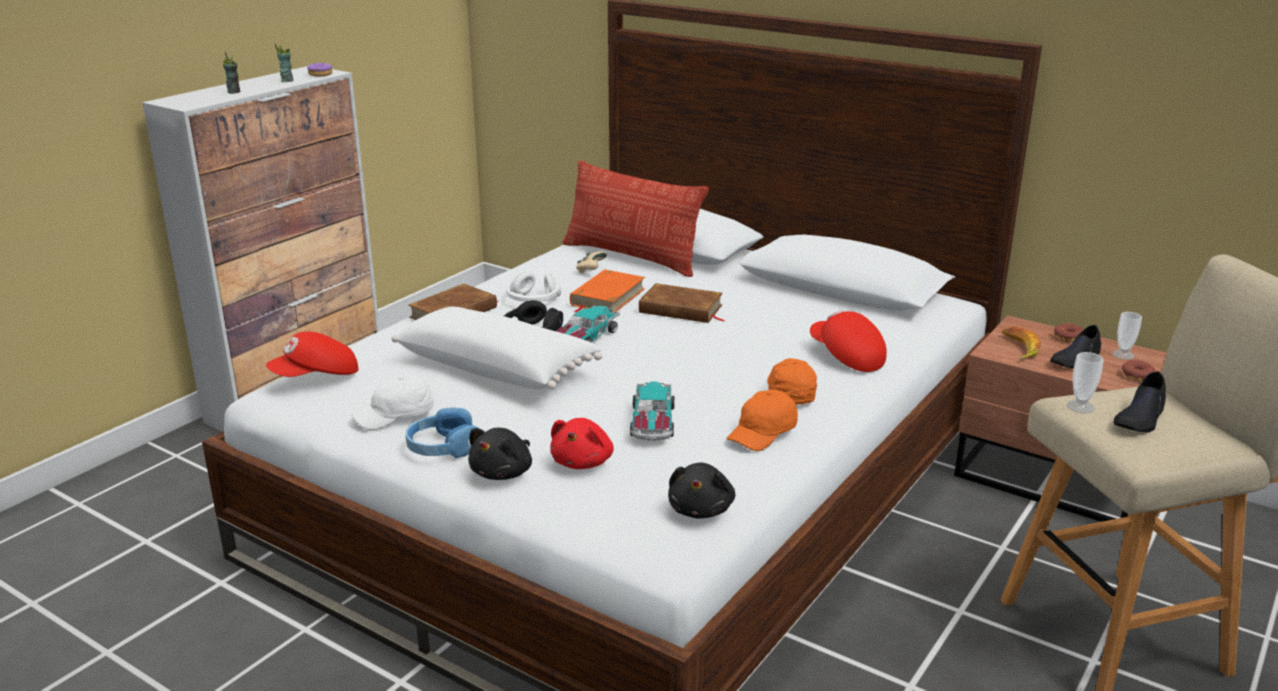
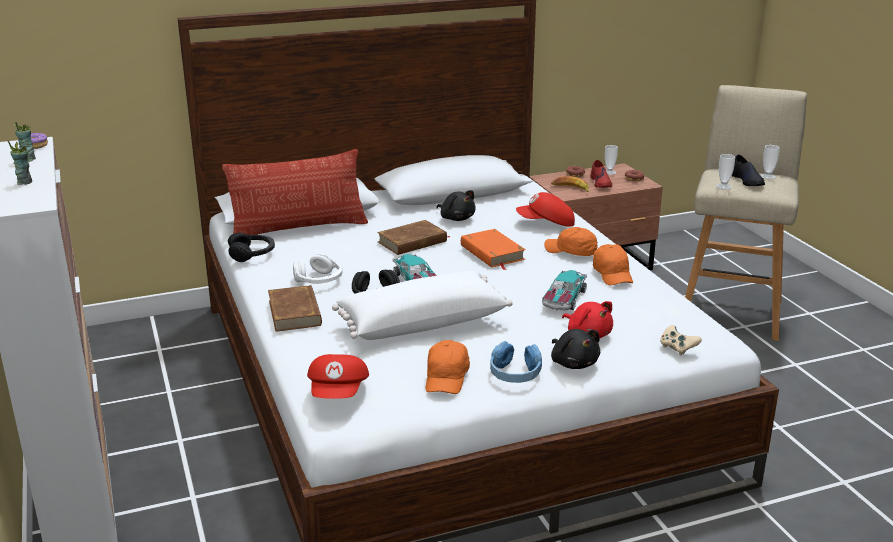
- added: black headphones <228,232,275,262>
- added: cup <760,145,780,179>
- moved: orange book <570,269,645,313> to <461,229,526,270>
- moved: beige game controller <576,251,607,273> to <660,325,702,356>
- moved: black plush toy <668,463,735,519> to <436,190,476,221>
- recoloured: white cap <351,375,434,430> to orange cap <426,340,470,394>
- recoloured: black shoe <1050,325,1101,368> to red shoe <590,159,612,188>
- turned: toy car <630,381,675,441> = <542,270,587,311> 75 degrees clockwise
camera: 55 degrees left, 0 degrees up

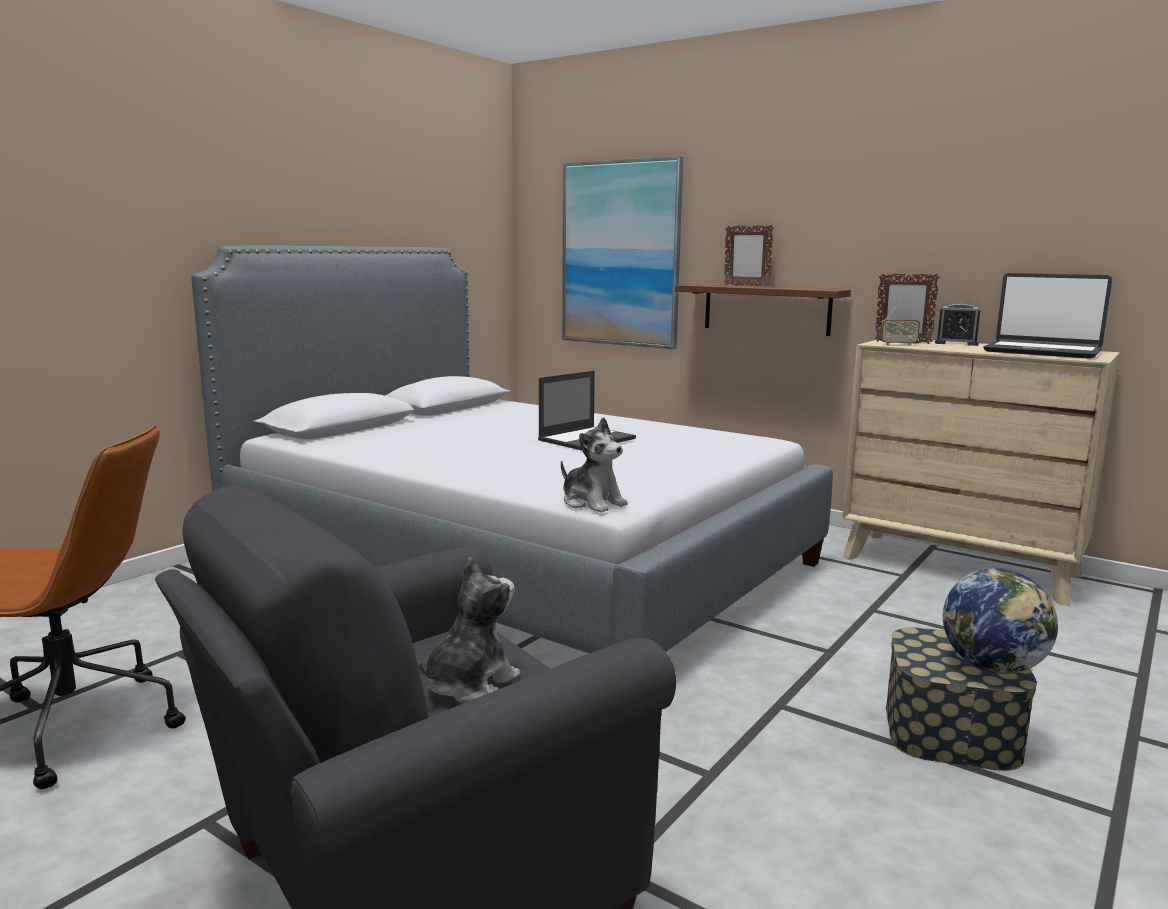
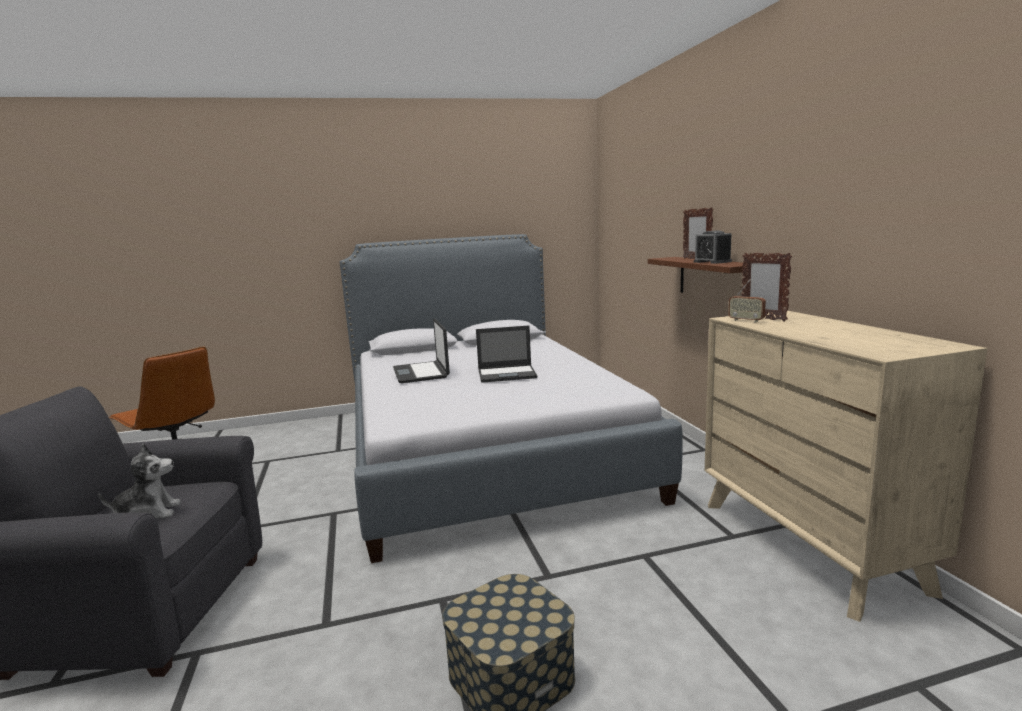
- removed: plush toy <561,417,628,513>
- removed: picture <562,156,683,349>
- removed: globe <943,568,1058,674>
- moved: alarm clock <935,303,980,346> to <694,230,732,264>
- moved: laptop <983,273,1112,359> to <393,319,450,383>
camera: 40 degrees right, 0 degrees up

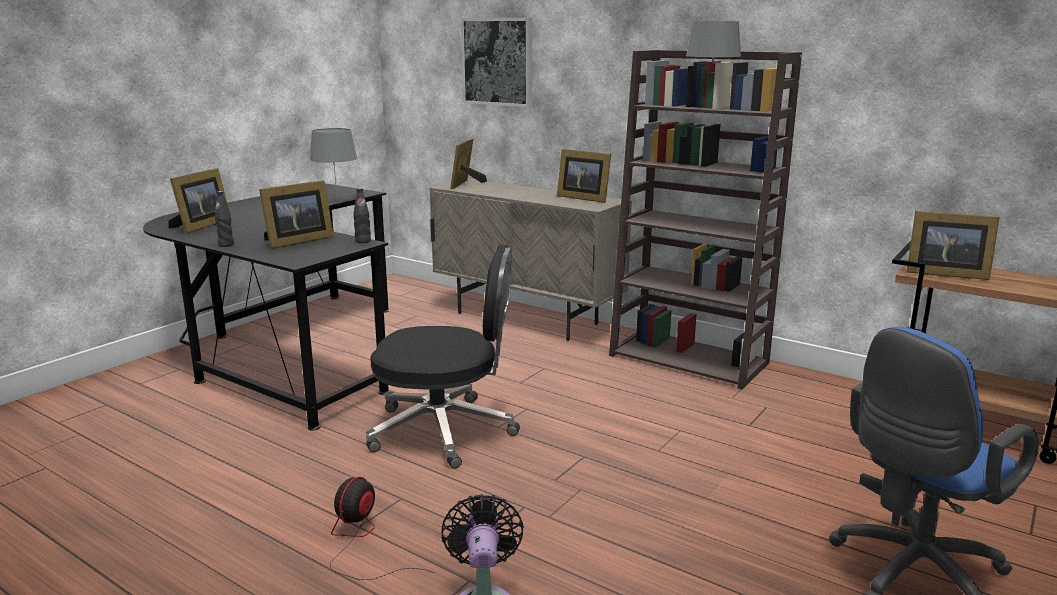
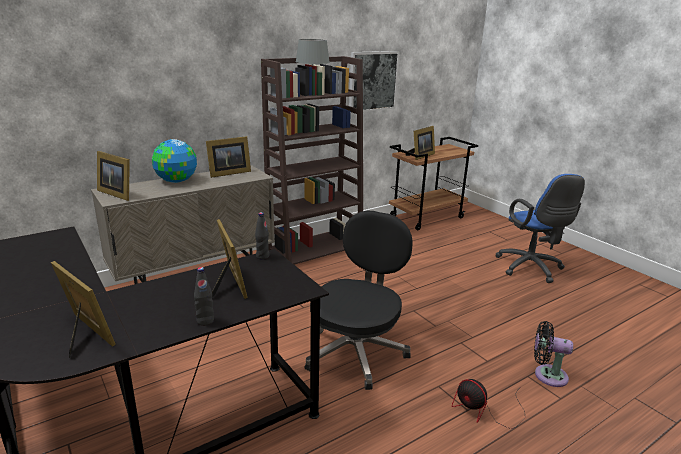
- removed: grey table lamp <310,128,357,198>
- added: globe <152,139,197,183>
- moved: picture <461,17,532,107> to <349,51,400,113>
camera: 70 degrees left, 5 degrees up

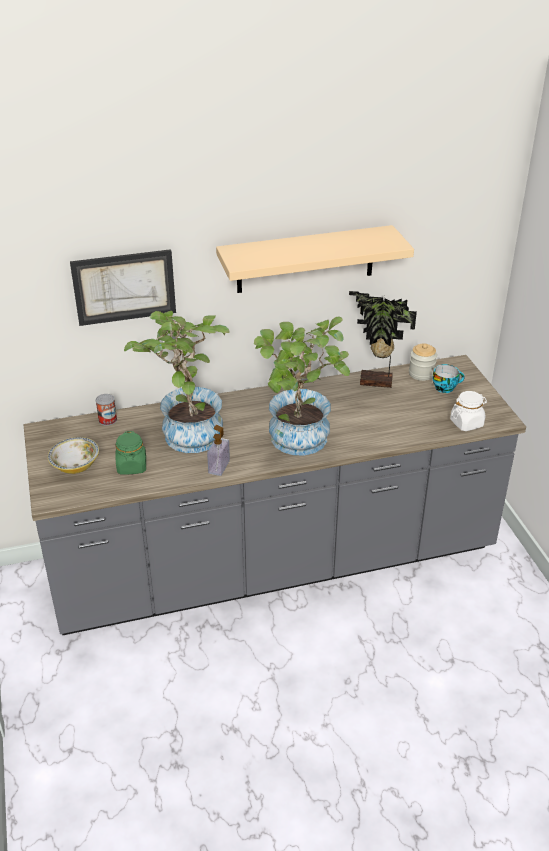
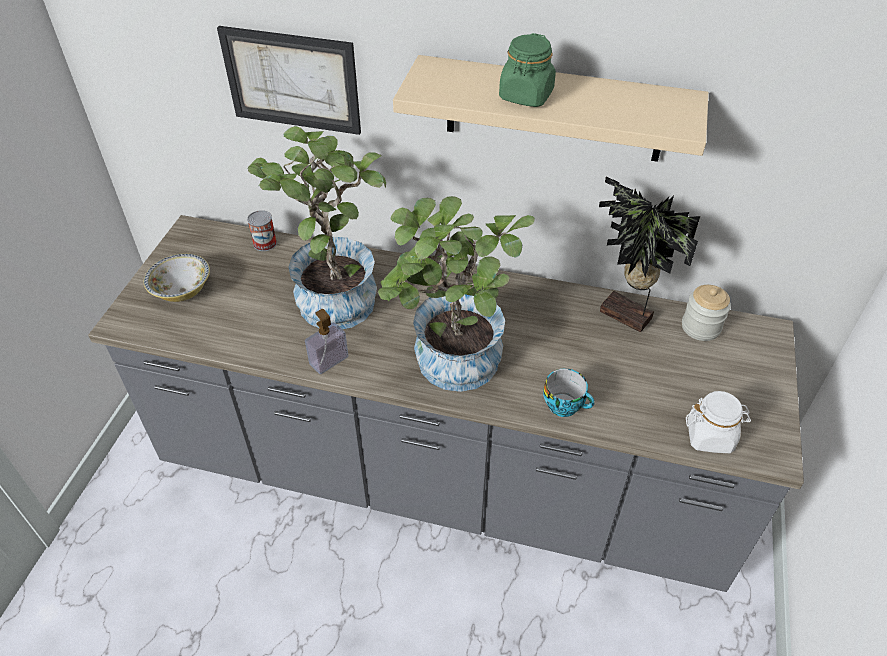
- moved: green jar <115,431,146,474> to <499,33,556,107>
- moved: cup <433,364,465,393> to <543,369,595,417>
camera: 30 degrees right, 10 degrees up

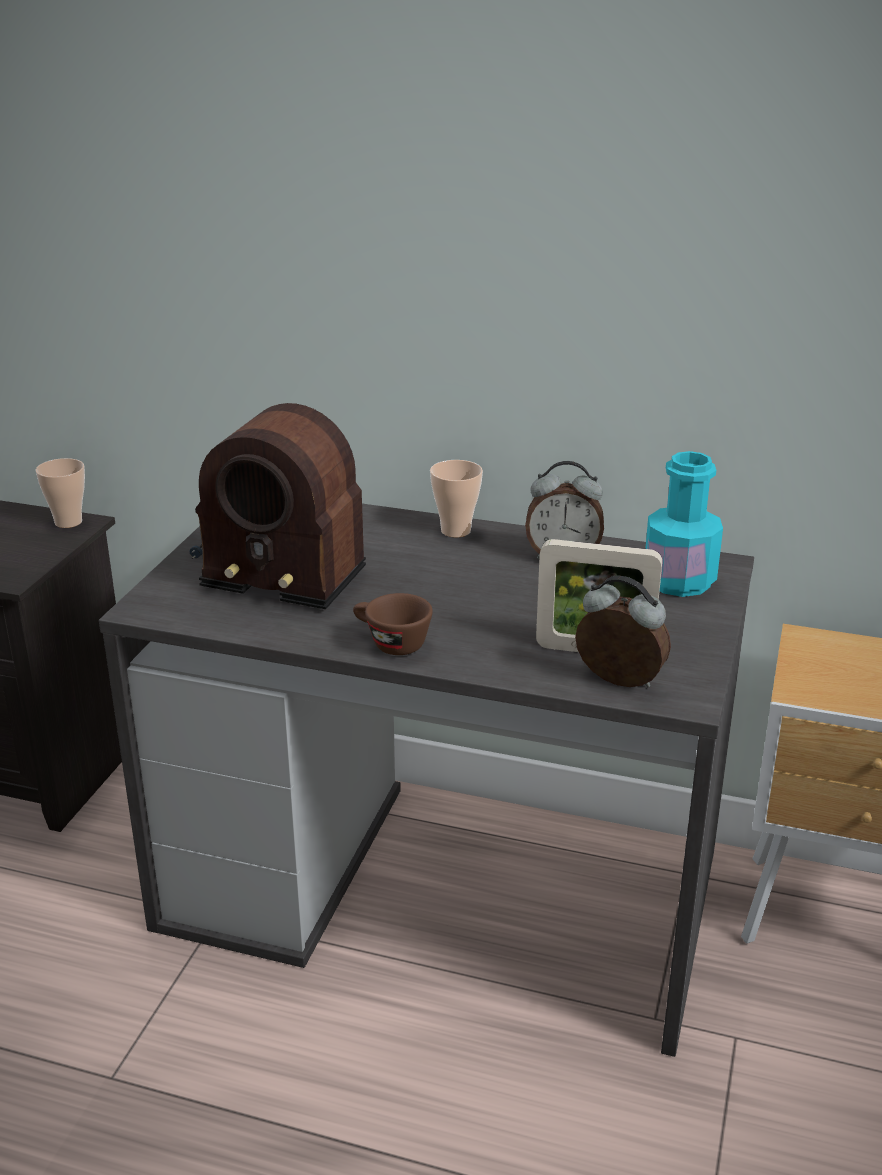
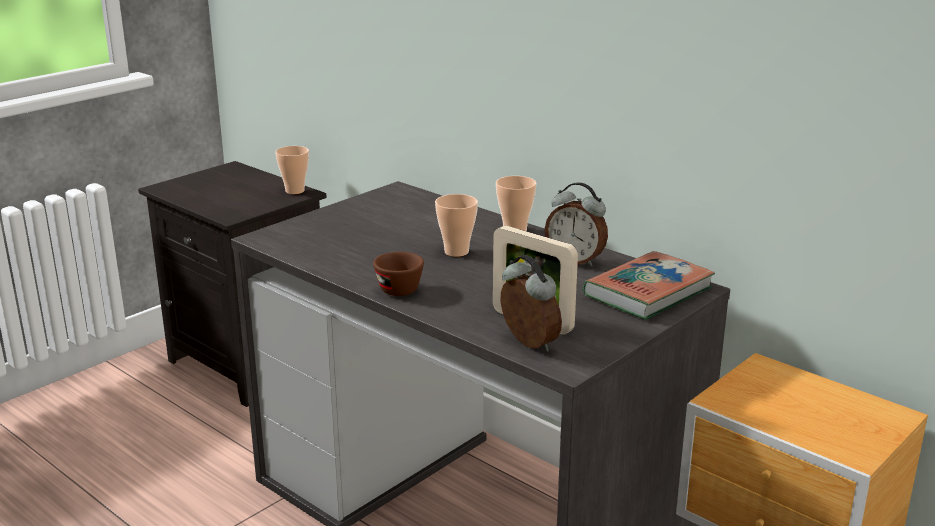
- removed: radio <190,403,366,609>
- added: cup <435,194,478,257>
- replaced: turquoise bottle <645,451,723,597> to book <583,251,715,320>
camera: 25 degrees right, 5 degrees down

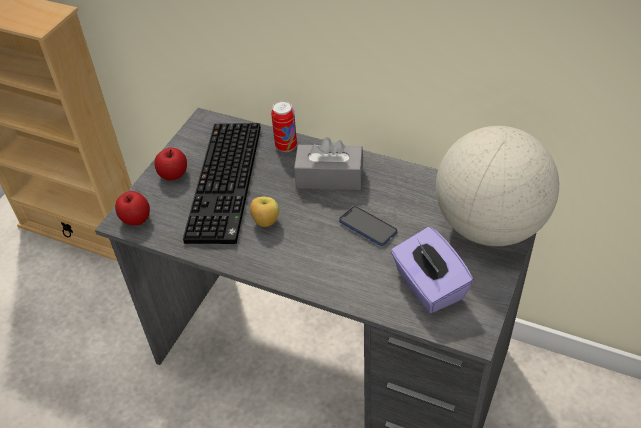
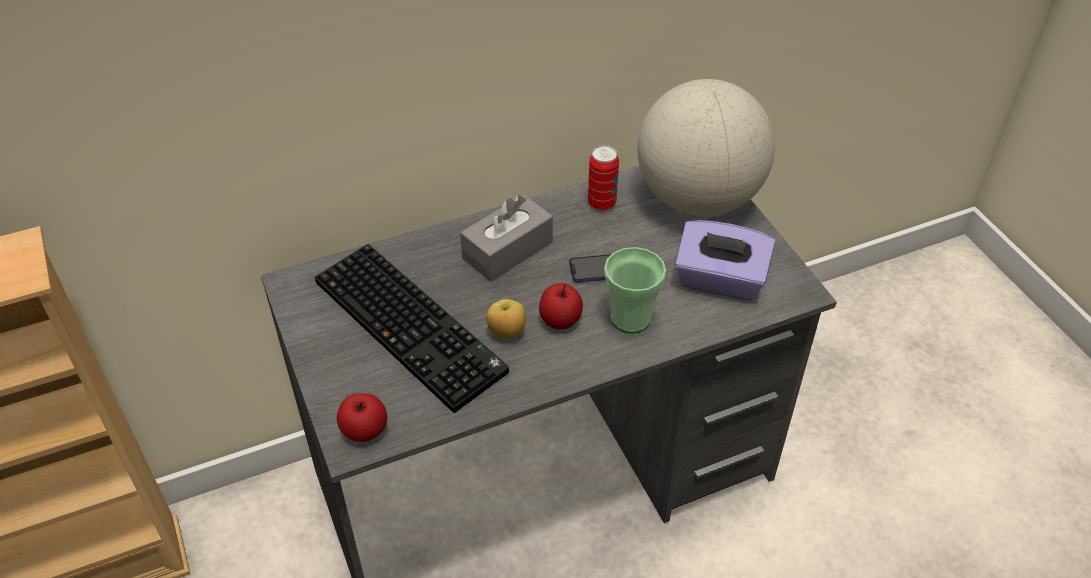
- added: cup <604,247,666,333>
- moved: apple <154,148,187,181> to <539,283,583,330>
- moved: can <271,101,297,152> to <588,145,619,211>
camera: 50 degrees left, 0 degrees up

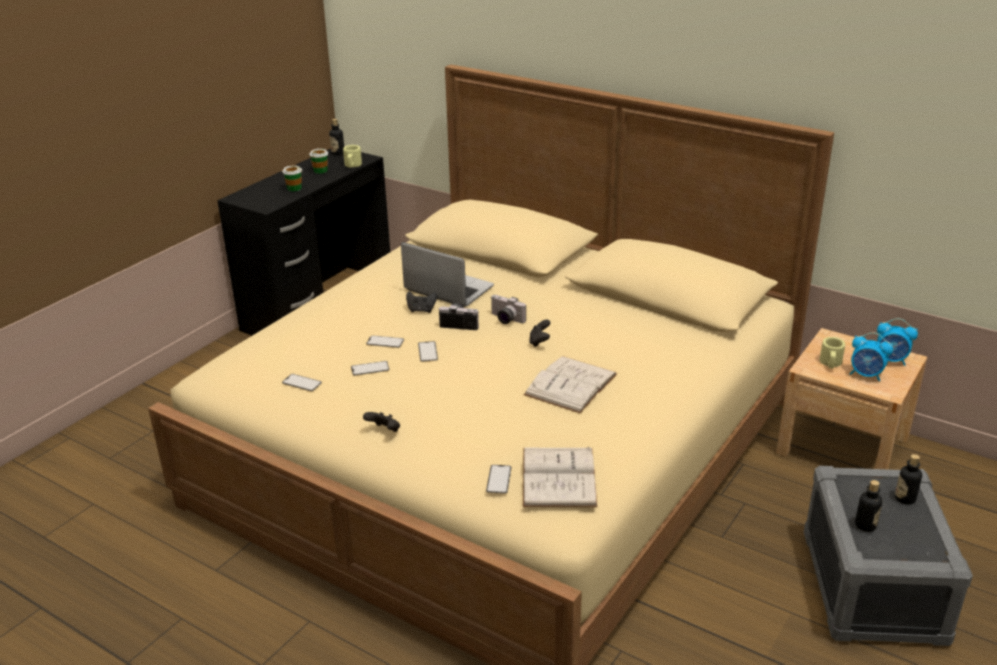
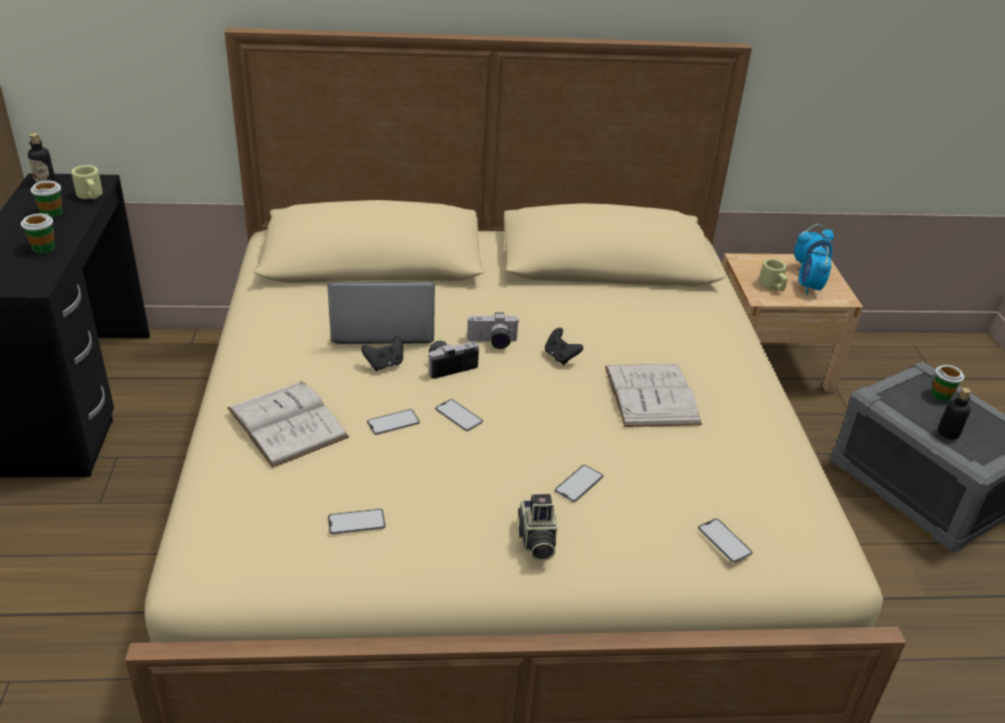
- moved: phone <351,361,389,376> to <555,465,603,502>
- moved: white book <523,447,598,507> to <227,381,349,468>
- replaced: black game controller <363,412,400,432> to photo camera <518,494,557,561>
- replaced: bottle <895,454,922,505> to cup <931,365,964,401>
- turned: alarm clock <850,332,893,382> = <799,245,831,295> 105 degrees clockwise
camera: 40 degrees left, 5 degrees up

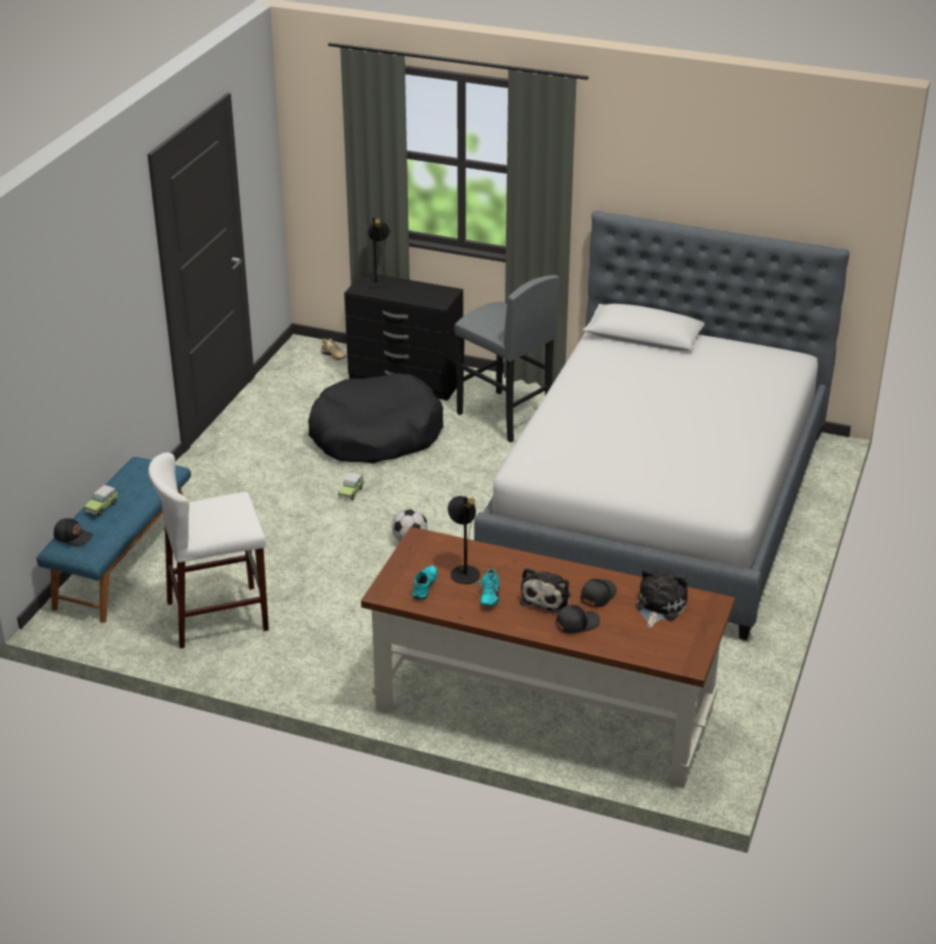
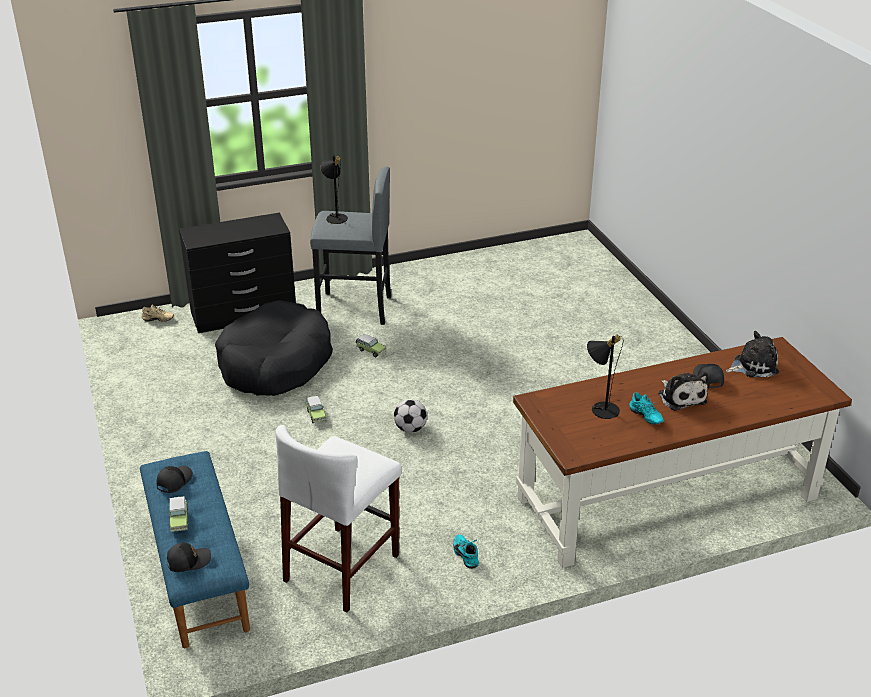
- removed: bed <474,211,849,640>
- added: toy car <356,334,386,357>
- moved: black table lamp <365,217,390,289> to <320,155,348,224>
- moved: turquoise shoe <412,565,439,600> to <453,534,479,569>
- moved: black cap <556,605,600,634> to <157,466,193,493>
- turned: plush toy <636,569,688,628> = <726,331,779,377> 90 degrees clockwise
camera: 40 degrees left, 0 degrees up

